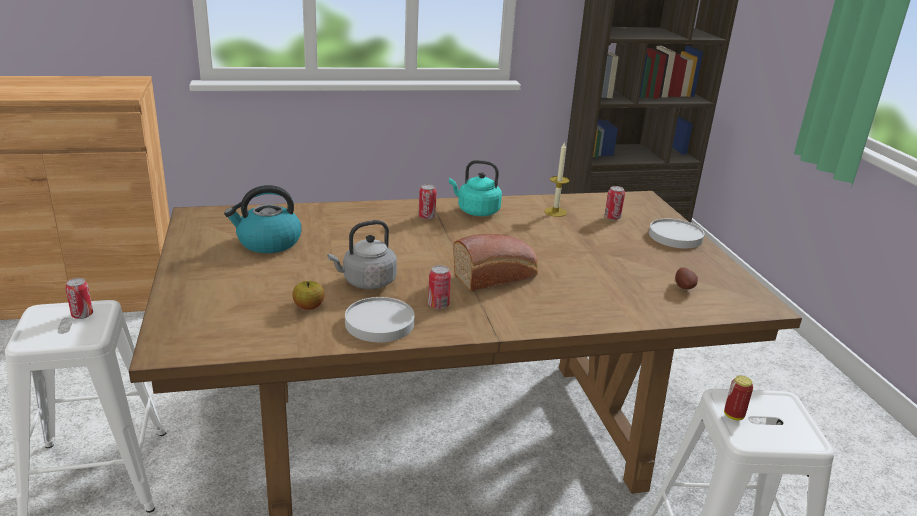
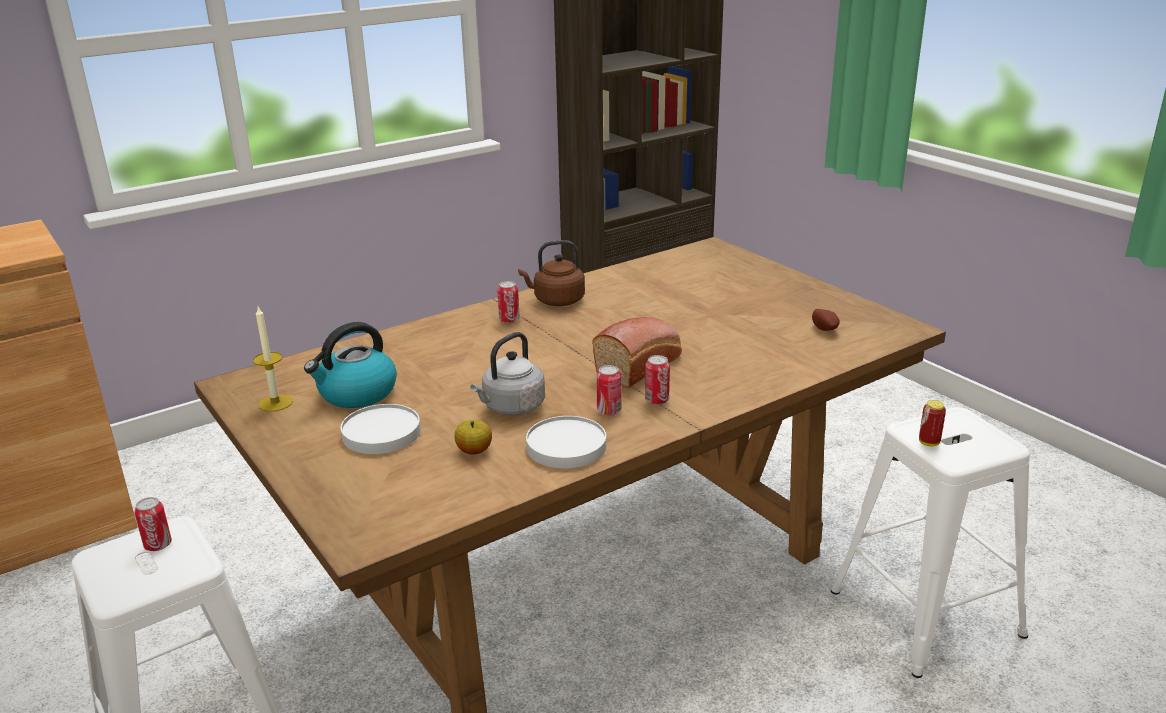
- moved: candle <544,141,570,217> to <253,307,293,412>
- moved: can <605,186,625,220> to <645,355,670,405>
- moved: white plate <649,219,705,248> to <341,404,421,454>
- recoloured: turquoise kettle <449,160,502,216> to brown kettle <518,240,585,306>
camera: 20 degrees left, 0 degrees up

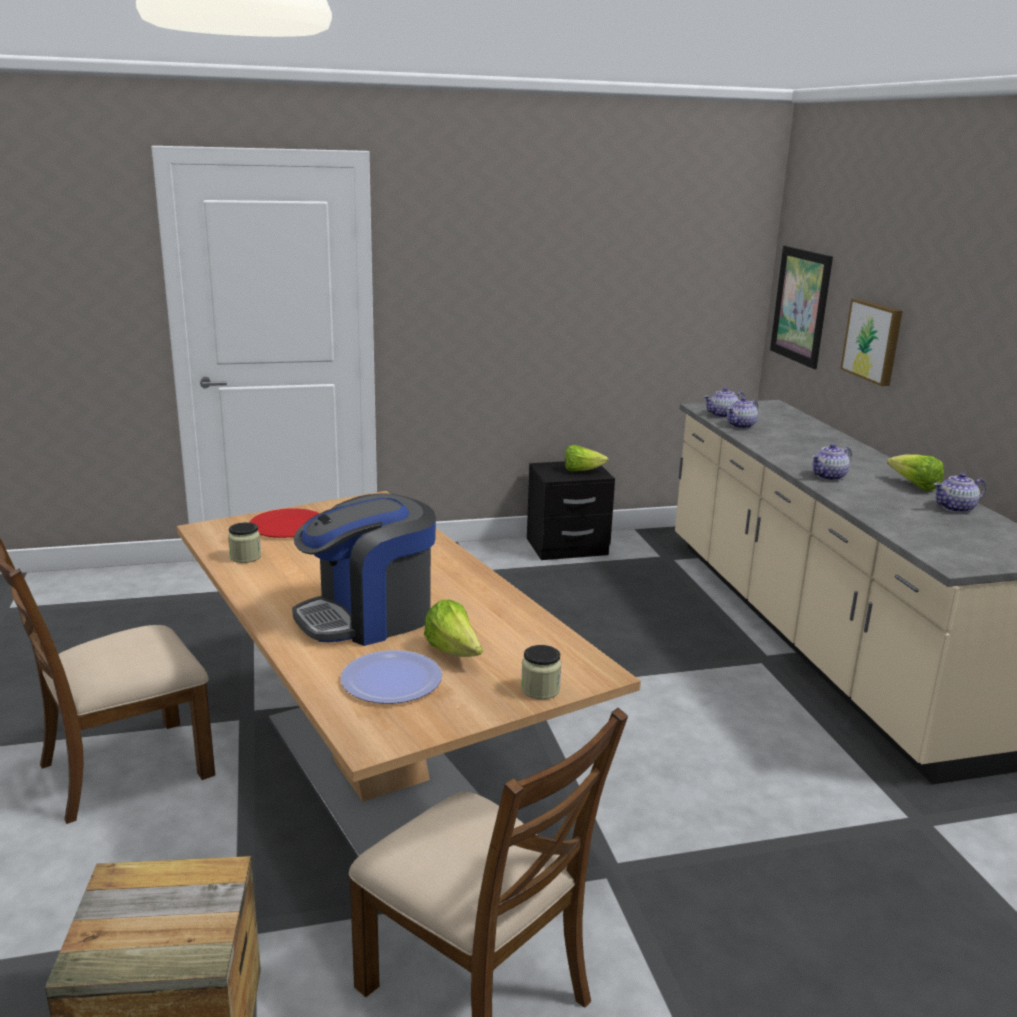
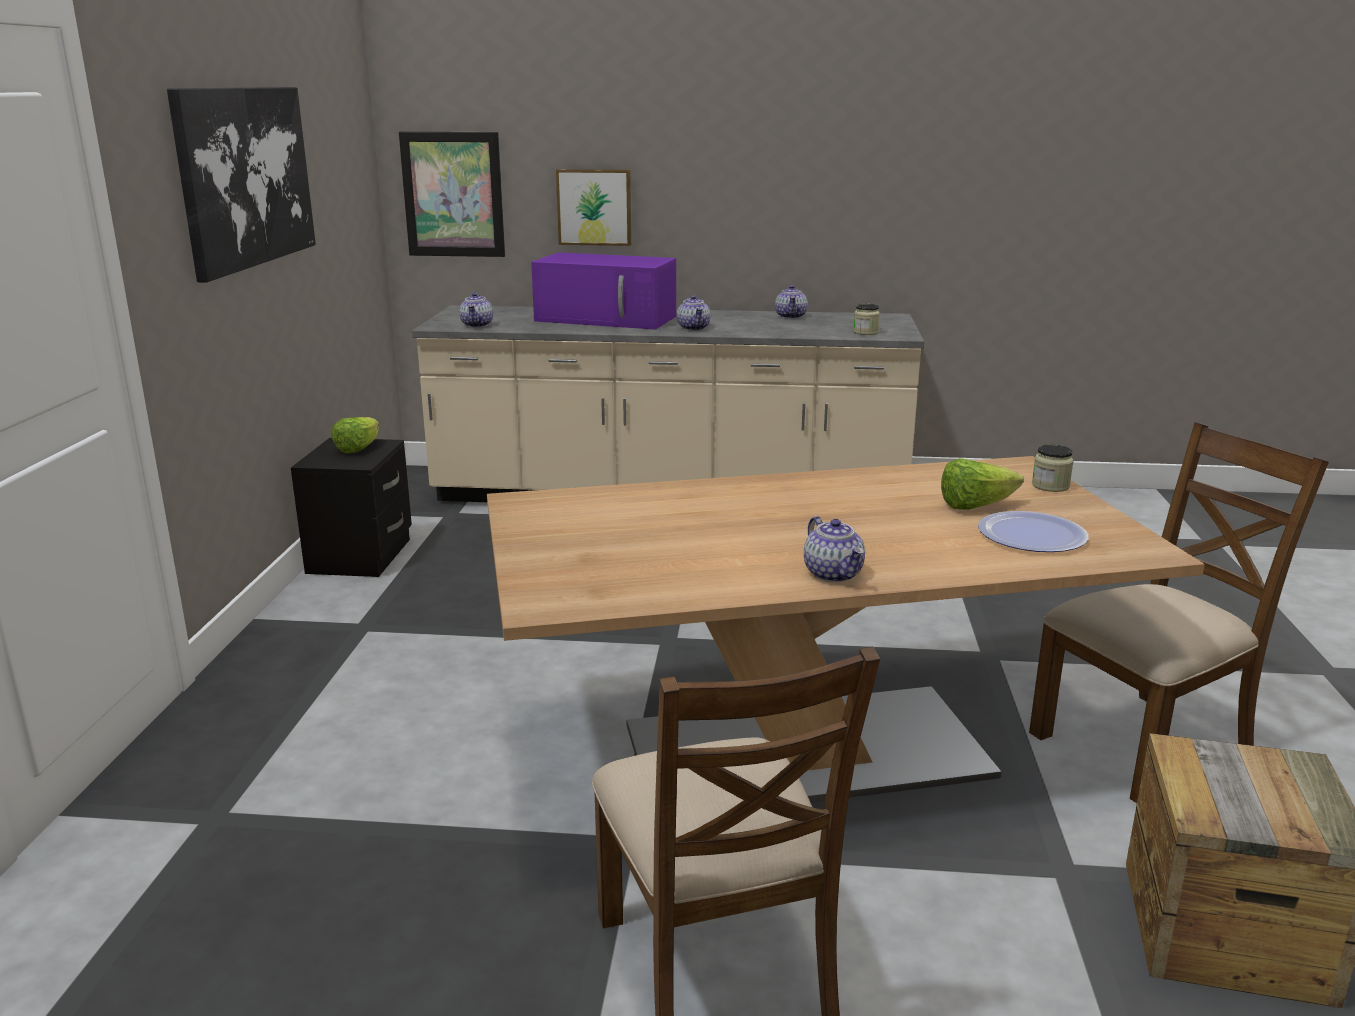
- removed: red plate <249,508,320,538>
- removed: coffee machine <292,493,436,646>
- removed: lettuce <887,454,944,491>
- added: picture <167,87,316,283>
- added: purple microwave <531,252,676,330>
- moved: jar <228,522,261,563> to <853,304,880,335>
- moved: teapot <727,397,758,429> to <804,516,865,582>
camera: 70 degrees left, 0 degrees up

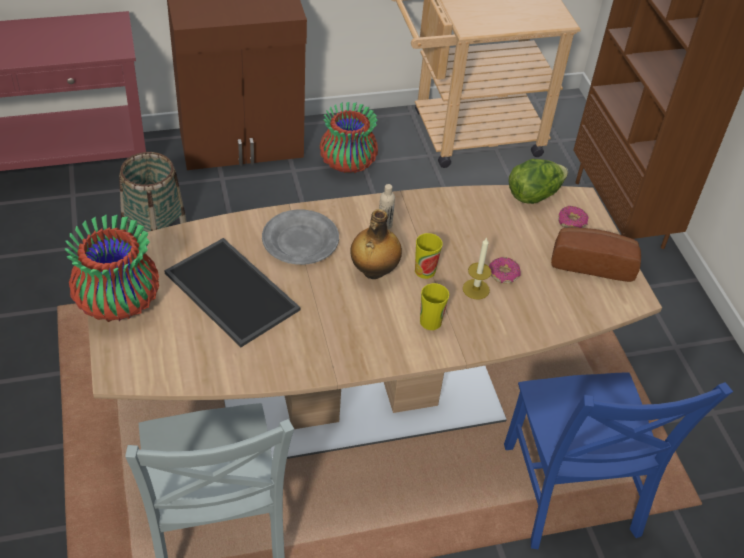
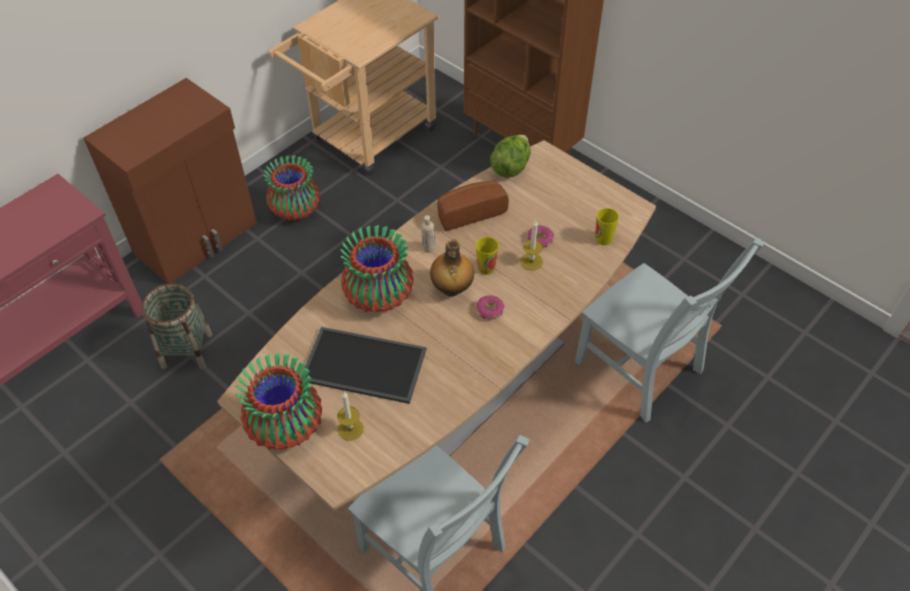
- added: candle <337,392,364,441>
- moved: cup <420,283,449,330> to <595,208,619,245>
- moved: bread <551,227,641,282> to <437,181,509,231>
- moved: donut <558,206,589,228> to <476,295,505,320>
- replaced: grey plate <262,210,339,265> to vase <340,225,413,313>
- recoloured: blue chair <504,373,733,549> to grey chair <575,238,765,423>
camera: 30 degrees left, 5 degrees up

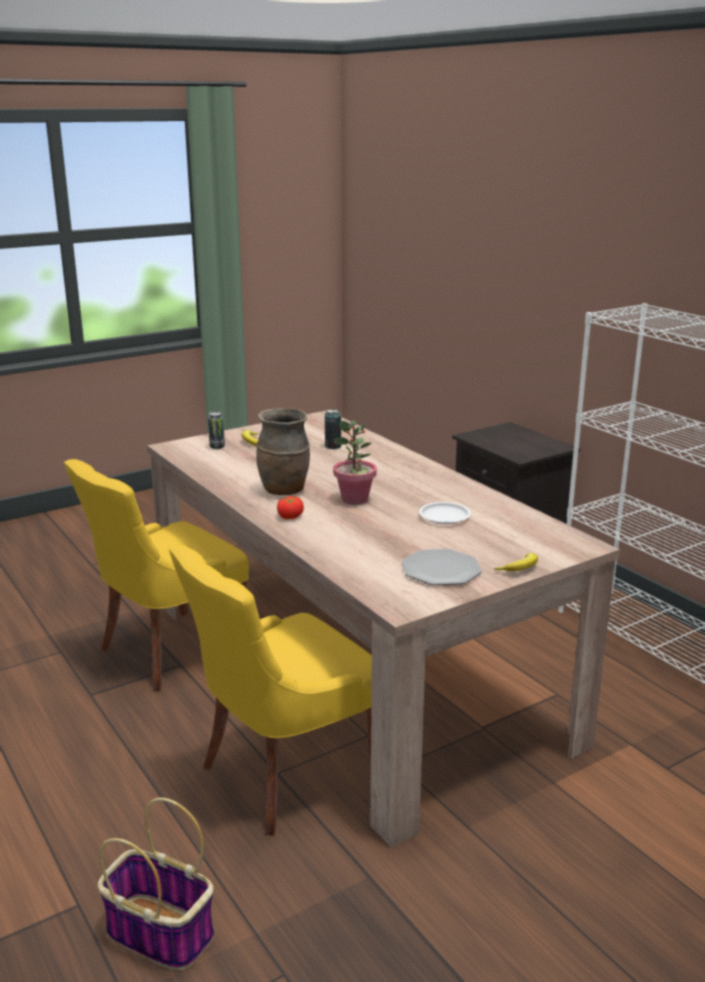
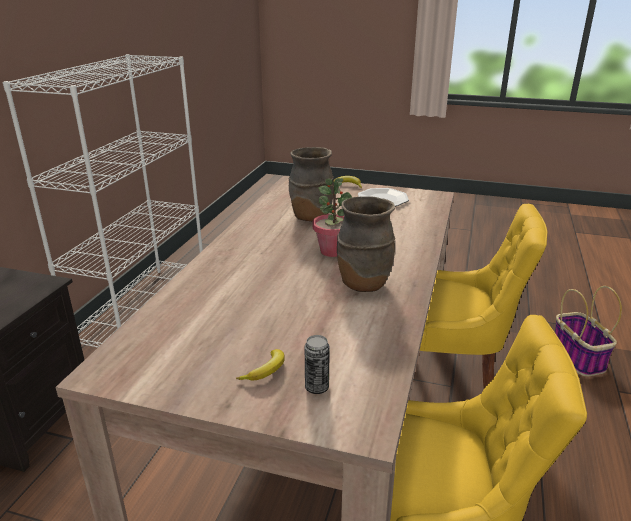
- removed: tomato <277,496,304,519>
- removed: can <325,409,341,449>
- replaced: white plate <419,502,471,524> to brown vase <289,147,334,221>
camera: 130 degrees left, 5 degrees up

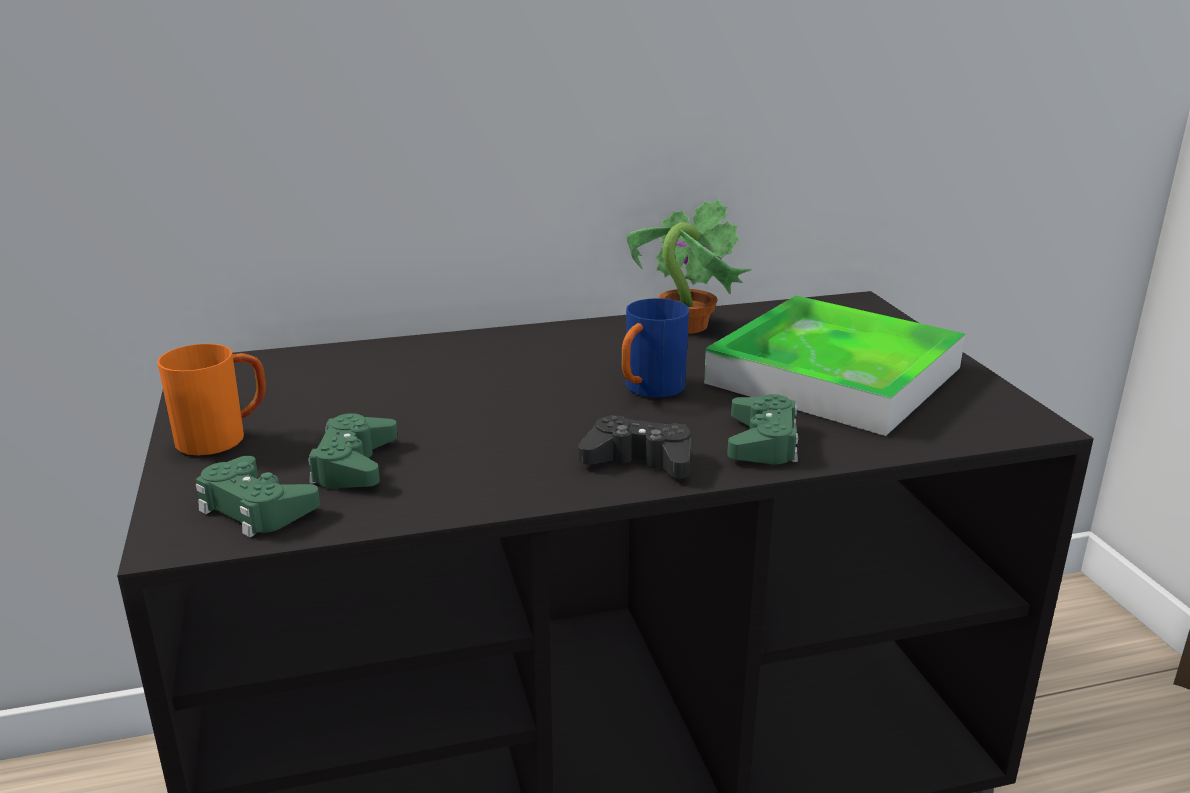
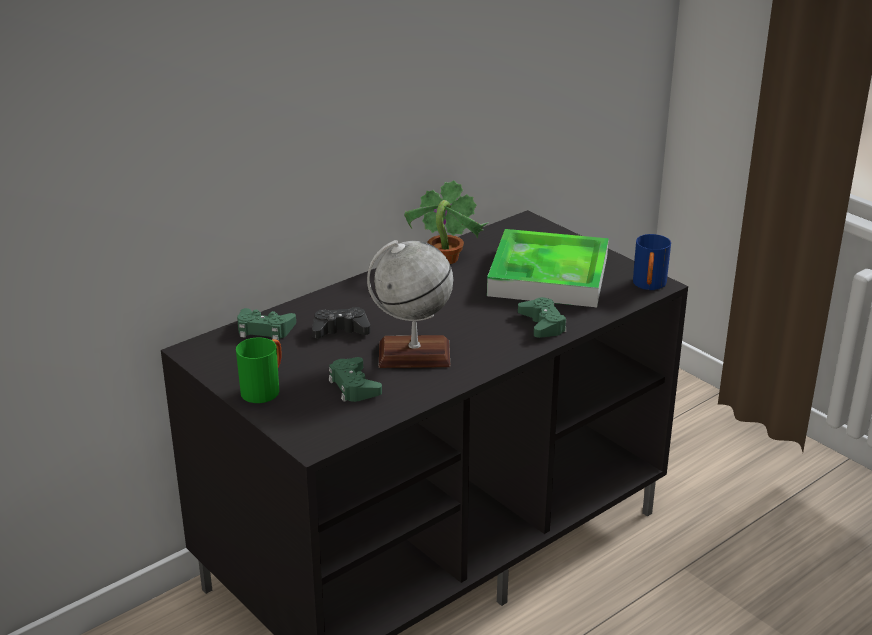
- added: globe <367,240,453,368>
- moved: green game controller <196,456,320,537> to <237,308,296,340>
- moved: black game controller <579,415,691,478> to <312,307,371,338>
- moved: blue mug <621,298,689,398> to <633,234,671,290>
- recoloured: orange mug <157,344,266,455> to green mug <236,338,282,403>
camera: 25 degrees left, 5 degrees up

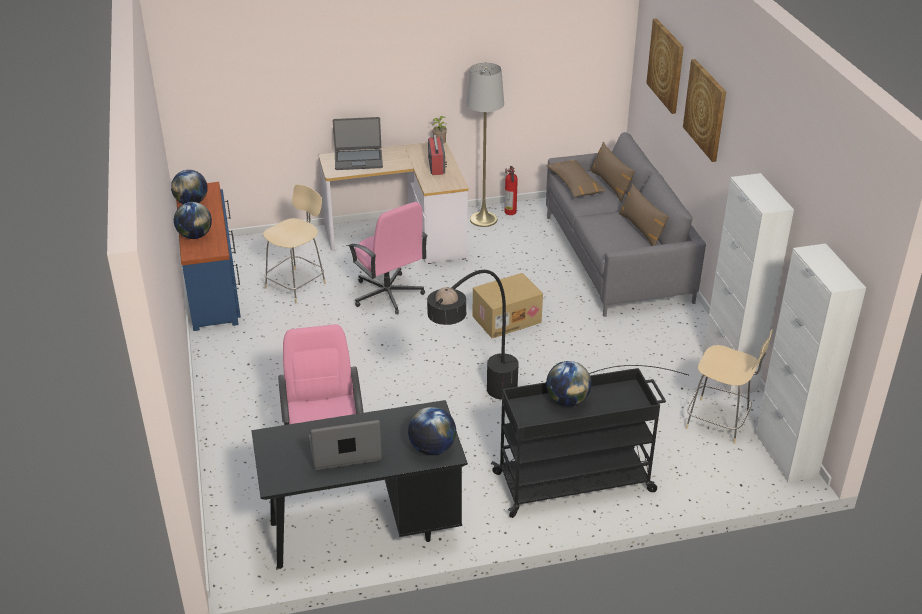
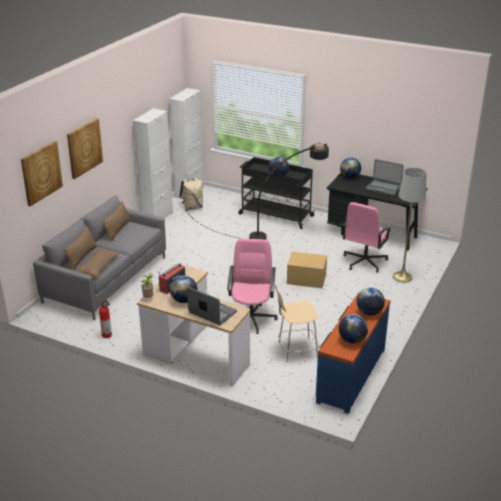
- added: globe <170,276,197,303>
- moved: grey floor lamp <466,63,504,227> to <393,168,426,283>
- moved: cardboard box <473,273,543,338> to <287,252,327,288>
- replaced: beige chair <685,329,773,444> to beige backpack <179,177,203,211>
camera: 140 degrees left, 5 degrees down

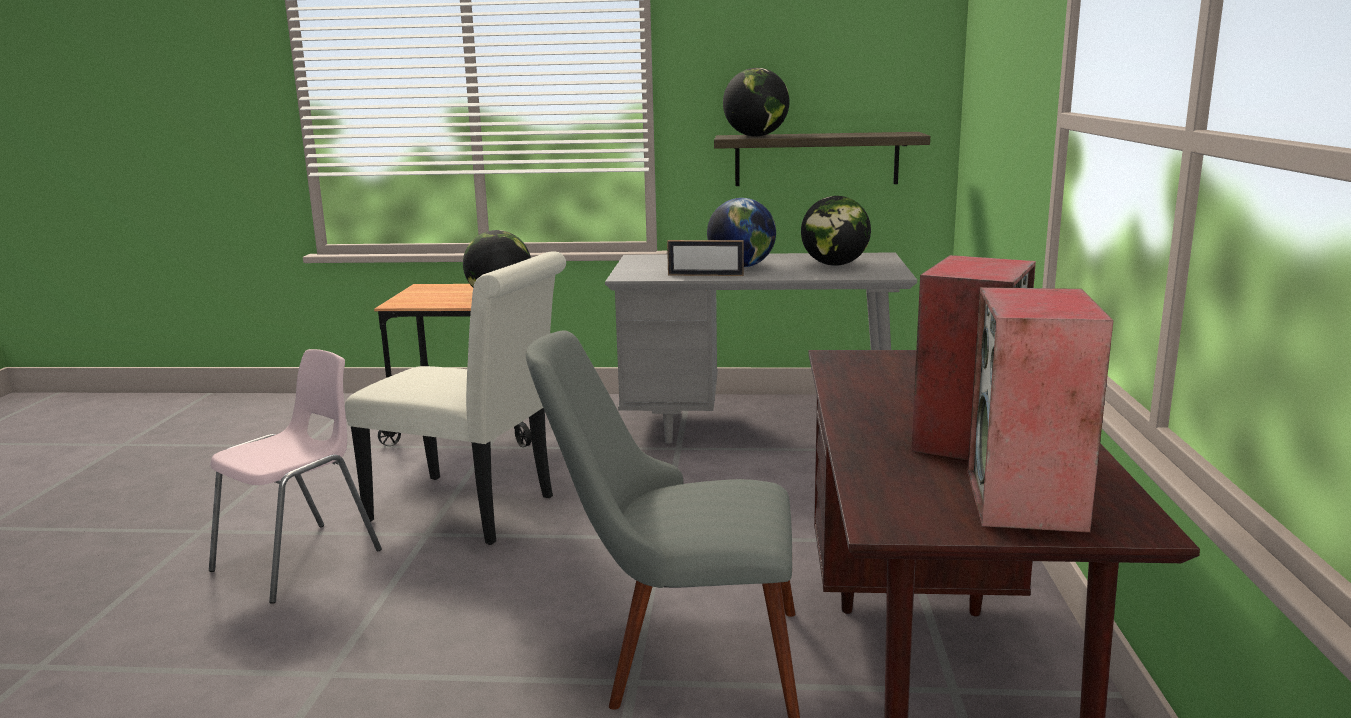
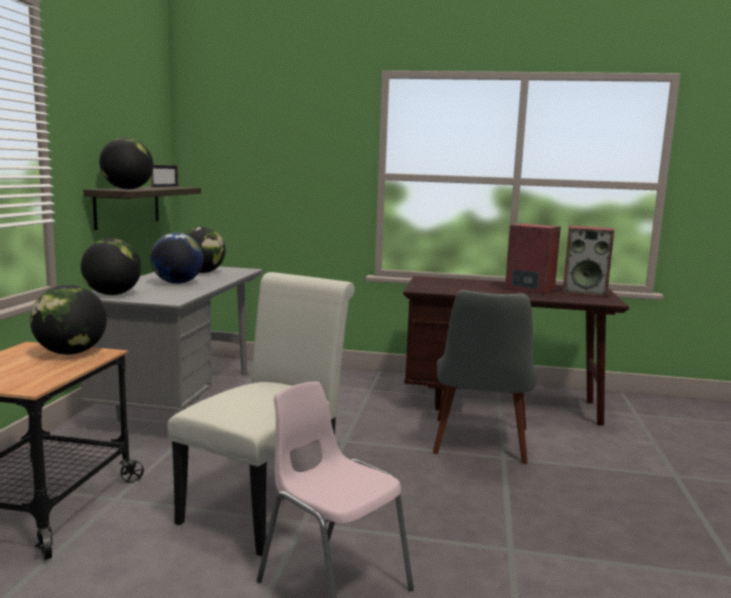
- added: globe <81,238,142,295>
- moved: picture frame <667,240,744,276> to <151,165,178,188>
camera: 85 degrees left, 5 degrees down

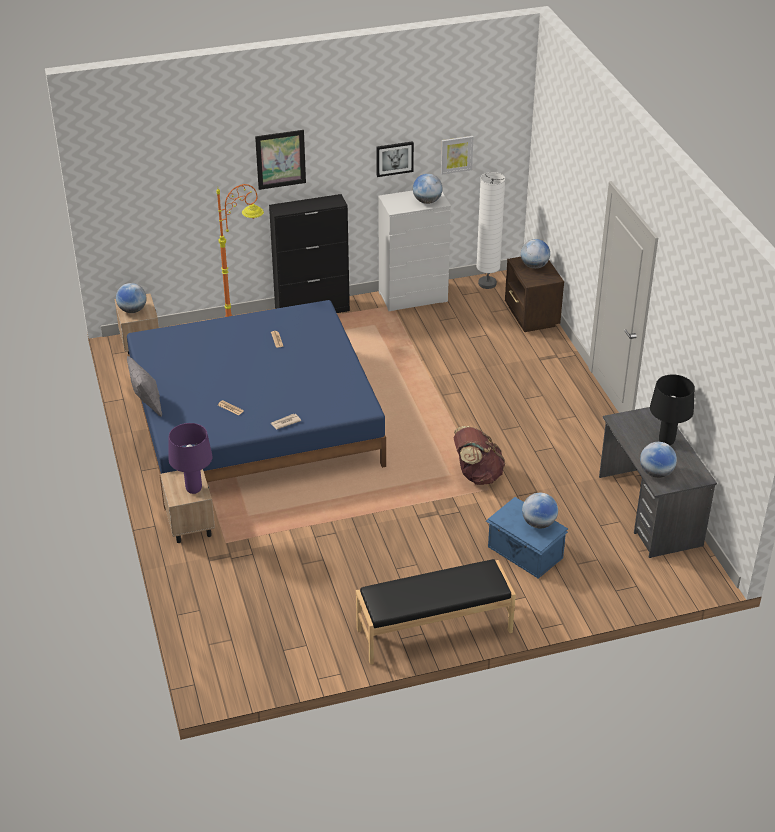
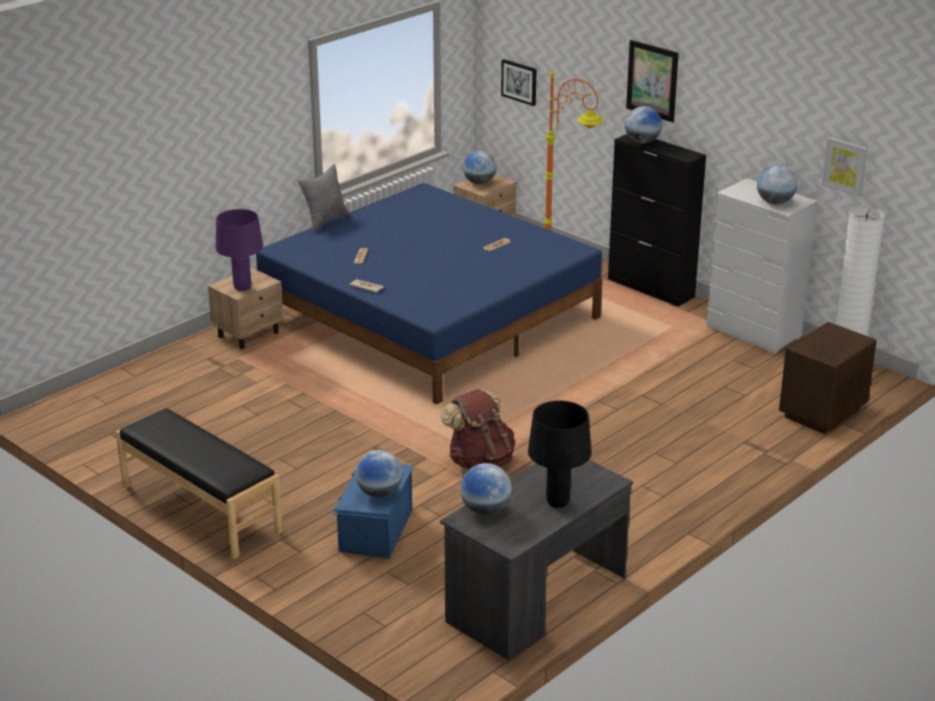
- moved: picture <376,141,414,177> to <501,59,537,106>
- moved: globe <521,239,550,269> to <625,106,662,144>
camera: 60 degrees right, 10 degrees down

